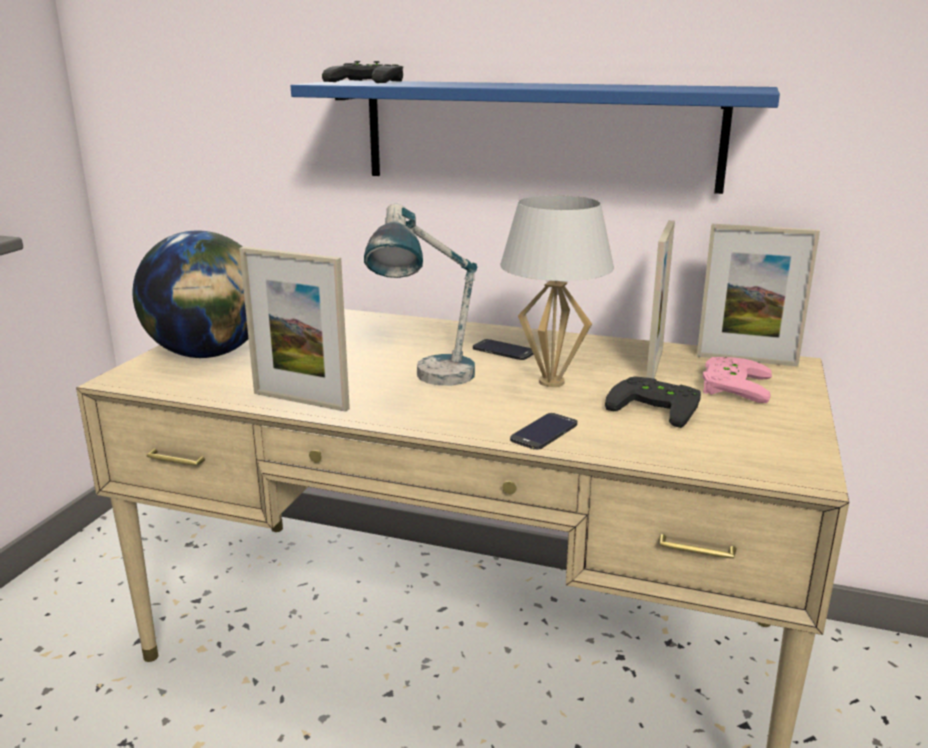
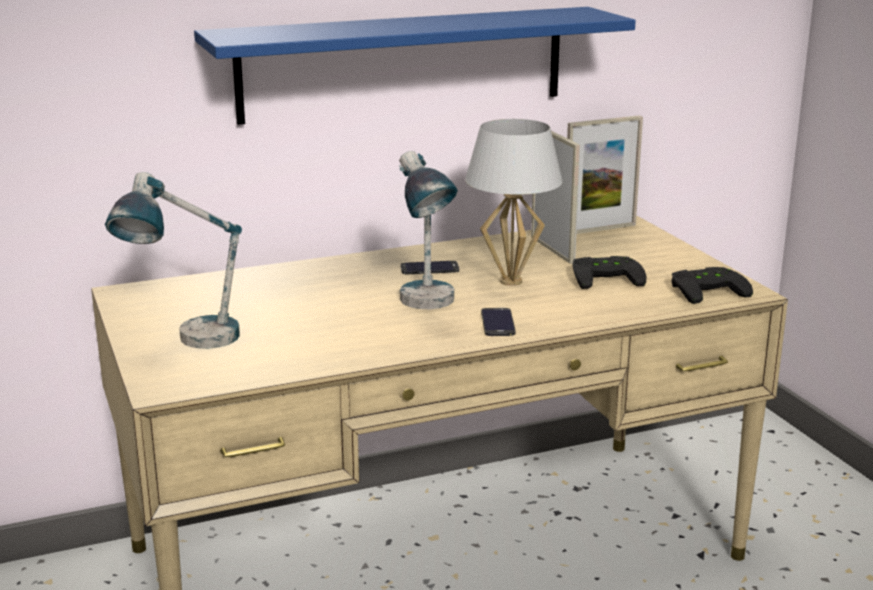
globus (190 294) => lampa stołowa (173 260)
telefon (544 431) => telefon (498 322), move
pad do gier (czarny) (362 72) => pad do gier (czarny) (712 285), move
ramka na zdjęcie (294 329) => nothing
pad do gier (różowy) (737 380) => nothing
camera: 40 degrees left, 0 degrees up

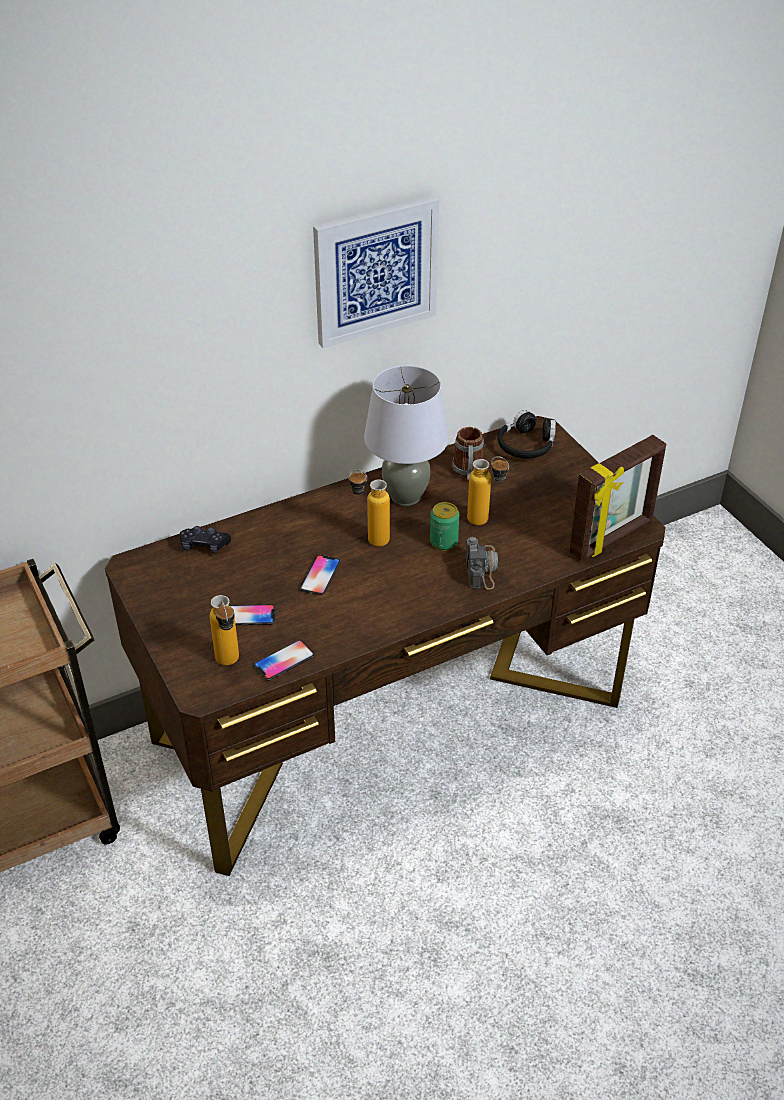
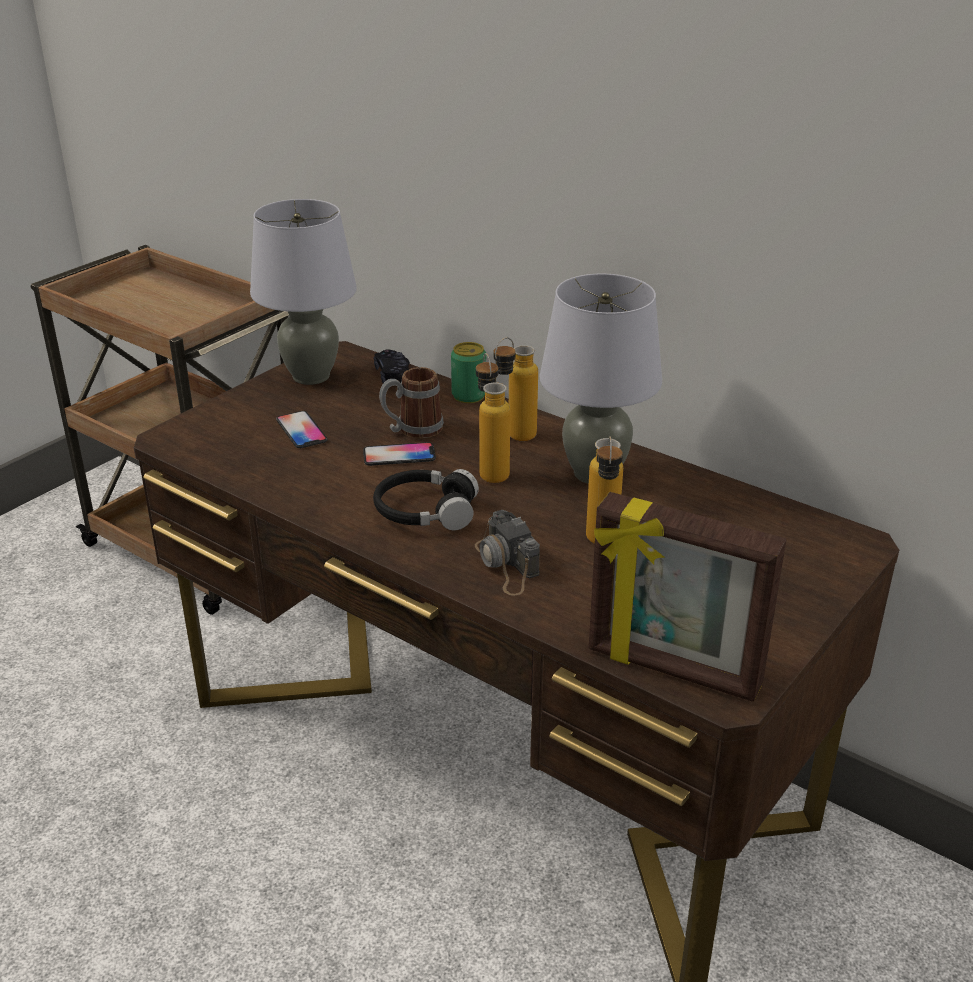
nothing => lampa stołowa (szary) (303 292)
słuchawki (czarny) (527 434) => słuchawki (czarny) (426 499), move
kubek (468 453) => kubek (411 402), move
puszka (444 526) => puszka (468 372), move
aparat fotograficzny (481 563) => aparat fotograficzny (507 553), 90 degrees clockwise
butelka (224 630) => butelka (516 389), move
telefon (284 660) => nothing
obraz (376 272) => nothing
camera: 65 degrees right, 10 degrees down

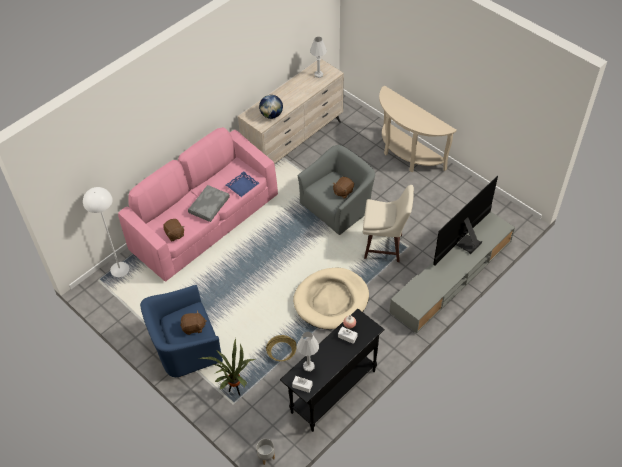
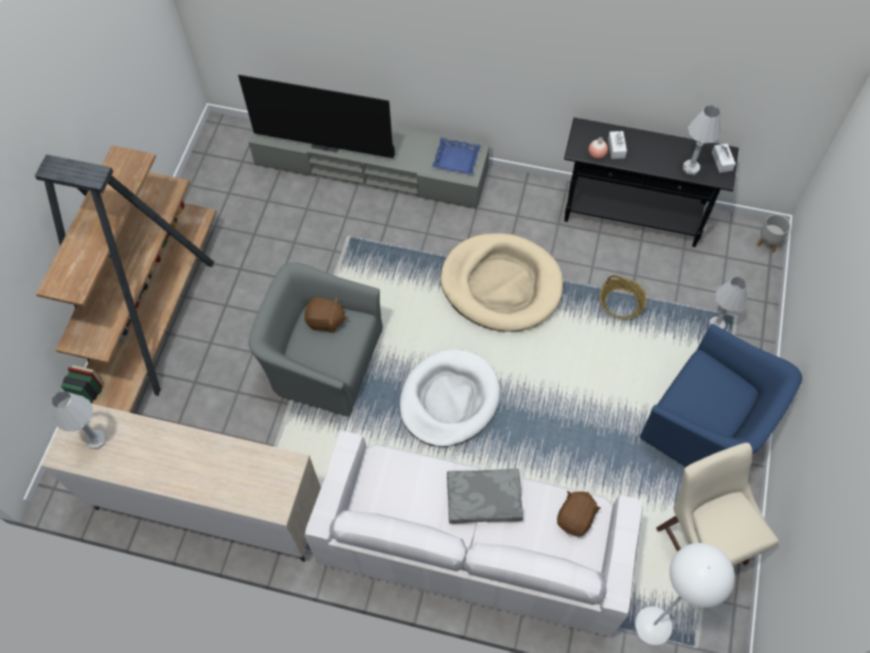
stolik konsolowy (beżowy) (418 128) => regał (brązowy) (126 279)
kanapa (różowy) (198 204) => kanapa (biały) (473 534)
nothing => legowisko (biały) (449 398)
taca (niebieski) (242 184) => taca (niebieski) (456 156), move
stołek (beżowy) (388 223) => stołek (beżowy) (717 504), move
roślina doniczkowa (227 367) => lampa stołowa (biały) (728 303)
pluszak (brązowy) (193 323) => nothing
globus (271 107) => nothing
camera: 120 degrees left, 10 degrees up

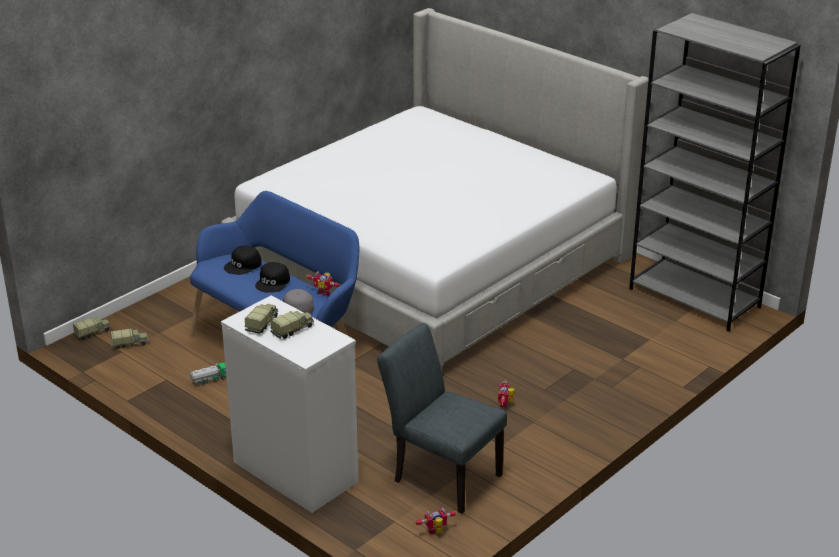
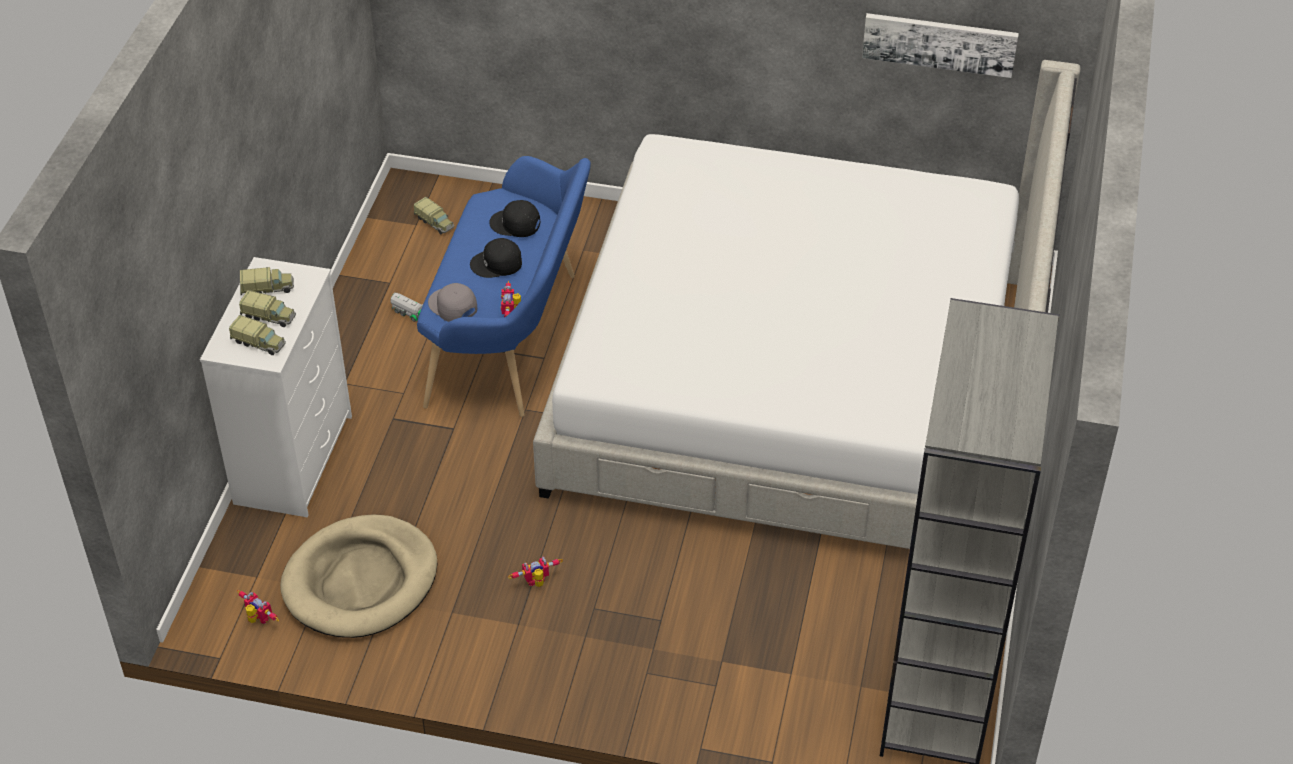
ciężarówka zabawkowa (92 328) => ciężarówka zabawkowa (257 335), move
krzesło (szary) (442 418) => legowisko (beżowy) (358 576)
nothing => obraz (940 45)
camera: 60 degrees right, 15 degrees up

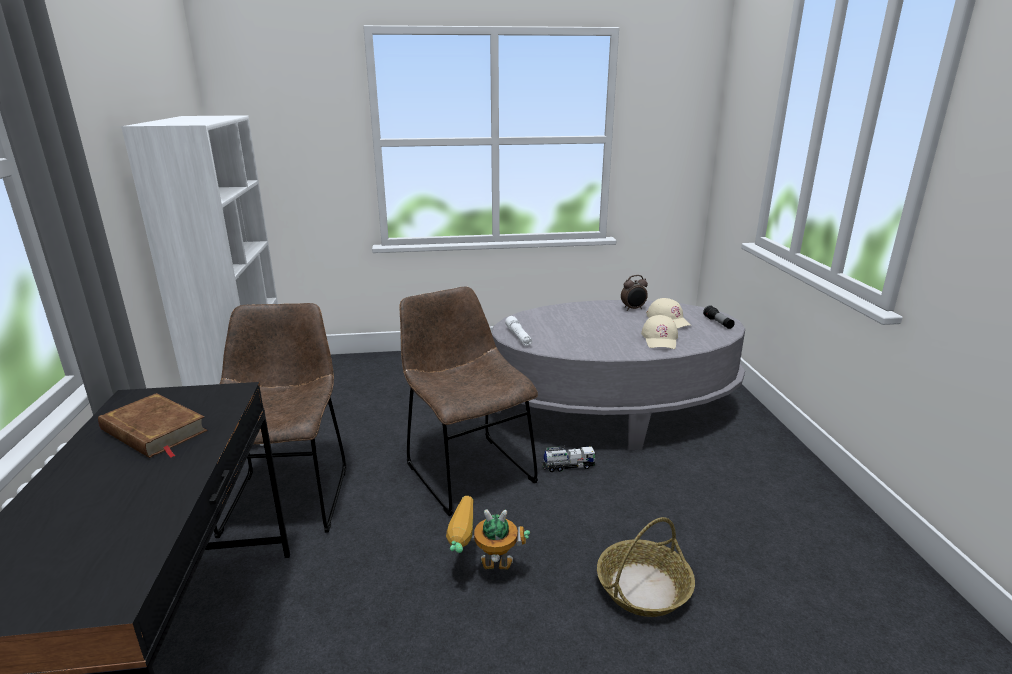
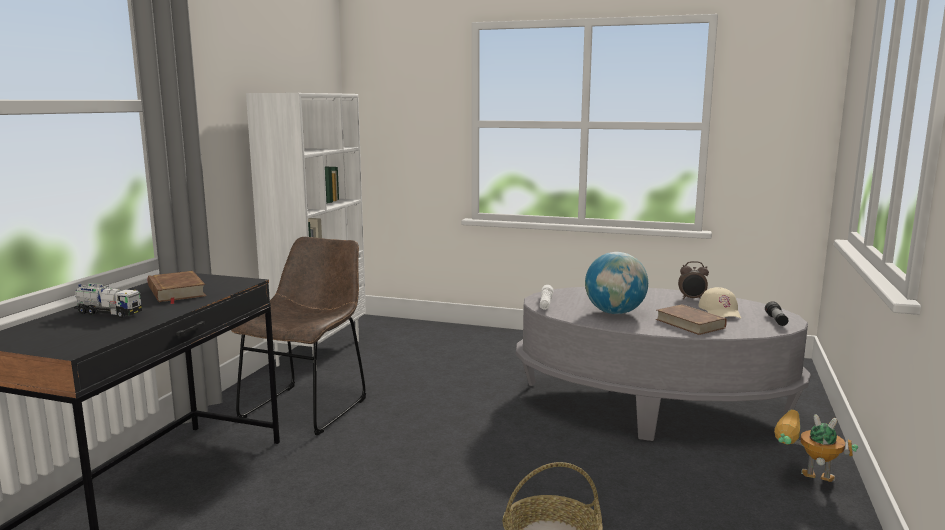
ciężarówka zabawkowa (569 459) => ciężarówka zabawkowa (108 300), move
nothing => globus (616 283)
czapka z daszkiem (beżowy) (659 332) => książka (brązowy) (691 319)
robot zabawkowy (488 533) => robot zabawkowy (816 446), move
krzesło (brązowy) (468 401) => nothing
camera: 25 degrees right, 10 degrees down

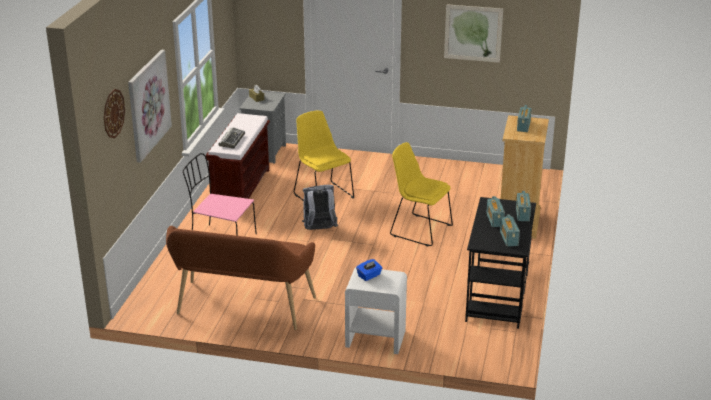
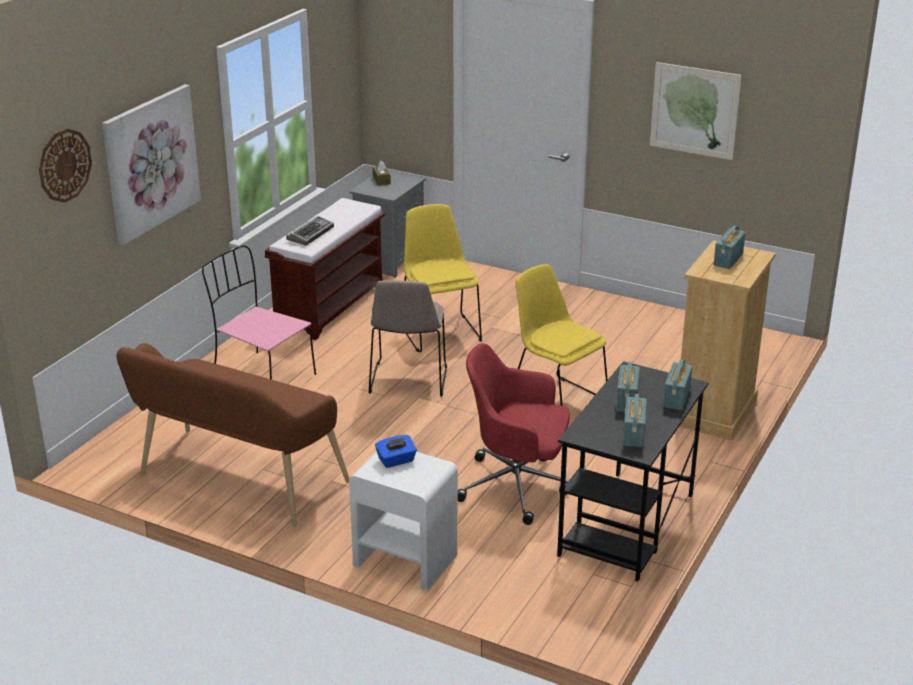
plecak (szary) (320 207) => krzesło (beżowy) (408 339)
nothing => krzesło biurowe (czerwony) (514 434)
camera: 15 degrees right, 0 degrees up

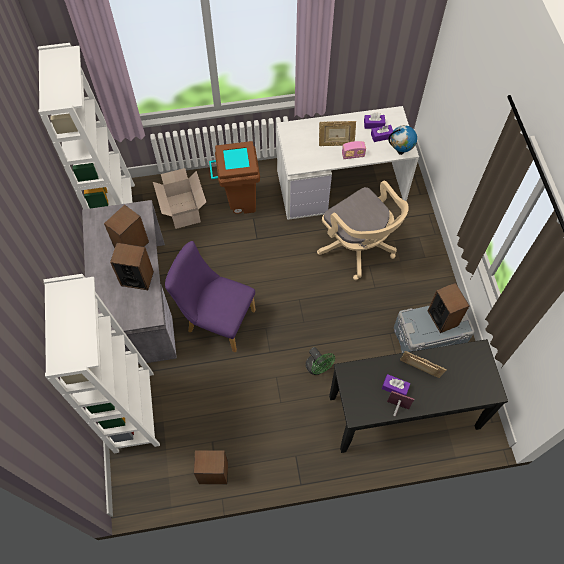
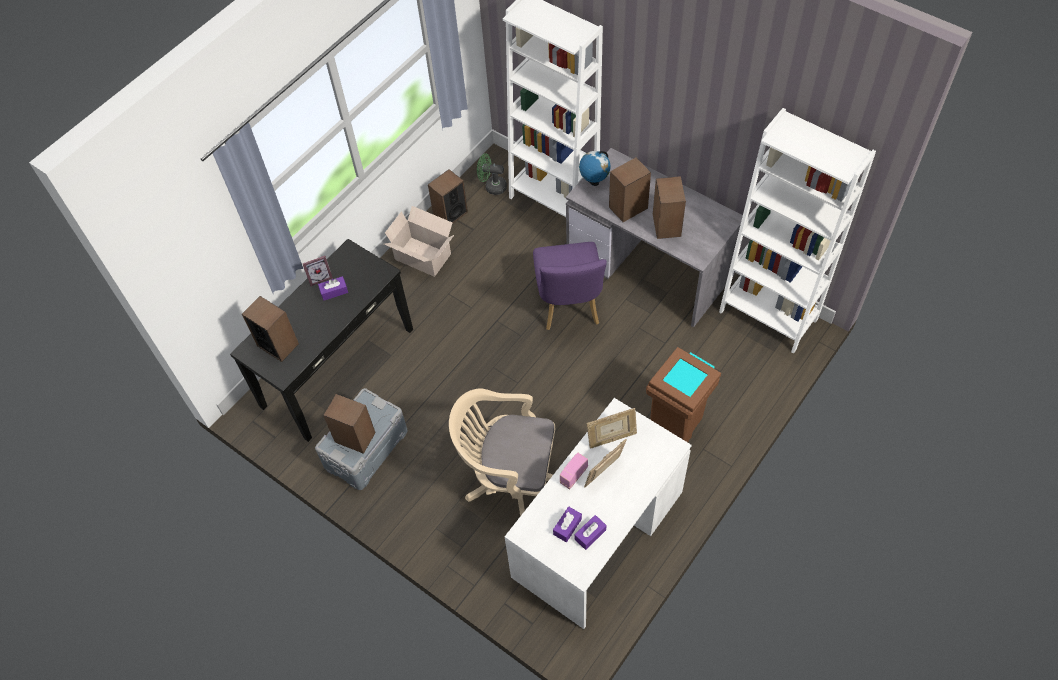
nothing => głośnik (270 329)
karton (179 198) => karton (419 241), move
wentylator (zielony) (320 361) => wentylator (zielony) (492 174), move
krzesło (fioletowy) (210 297) => krzesło (fioletowy) (570 286), 105 degrees clockwise
globus (402 140) => globus (595 168), move
ramka na zdjęcie (423 364) => ramka na zdjęcie (612 428), move
camera: 140 degrees right, 5 degrees down

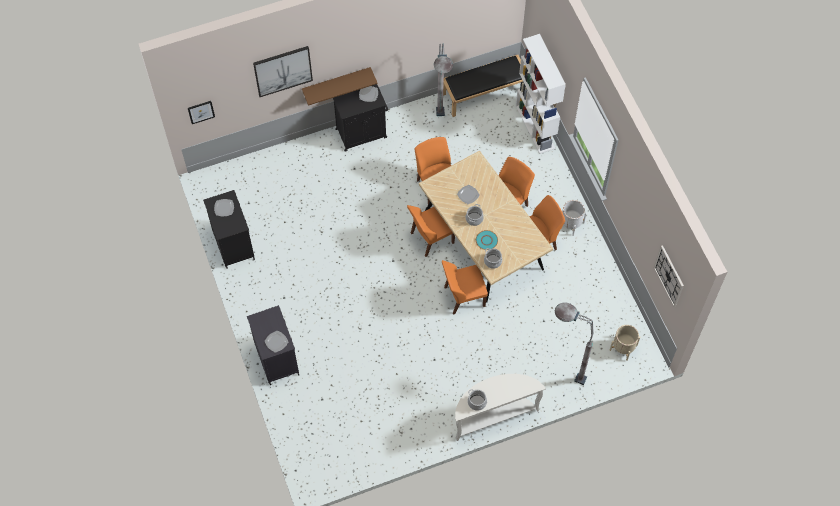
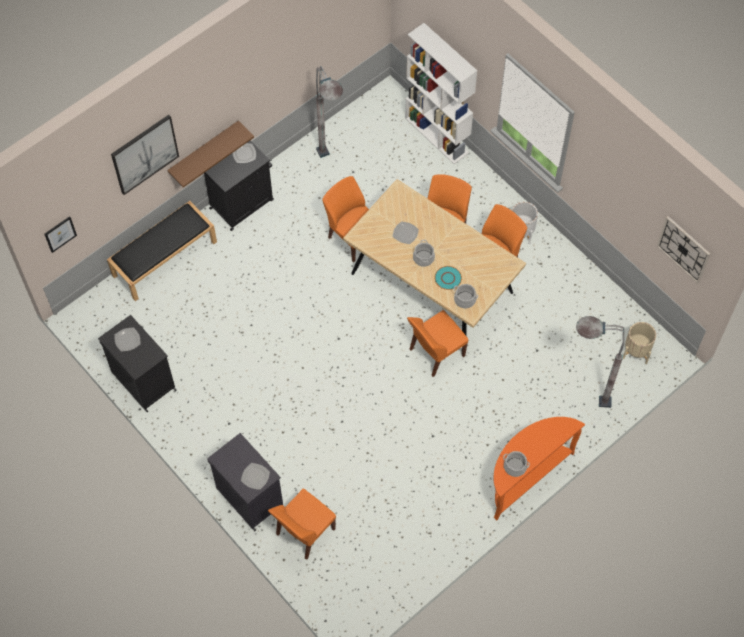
ławka (czarny) (483 86) => ławka (czarny) (162 251), move
krzesło (pomarańczowy) (431 231) => krzesło (pomarańczowy) (302 524), move
stolik konsolowy (biały) (500 407) => stolik konsolowy (pomarańczowy) (539 468)
camera: 20 degrees left, 0 degrees up

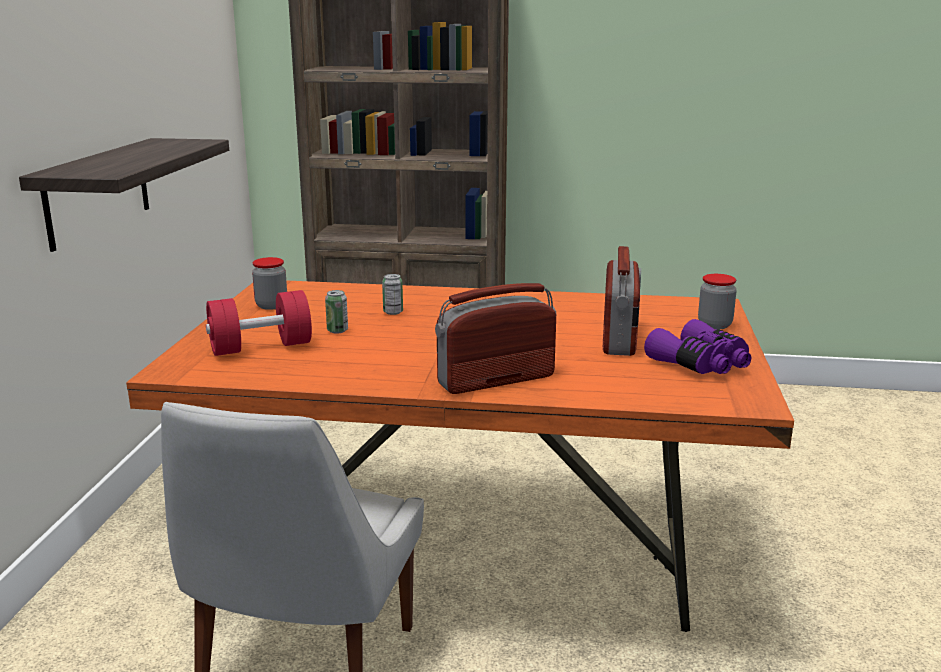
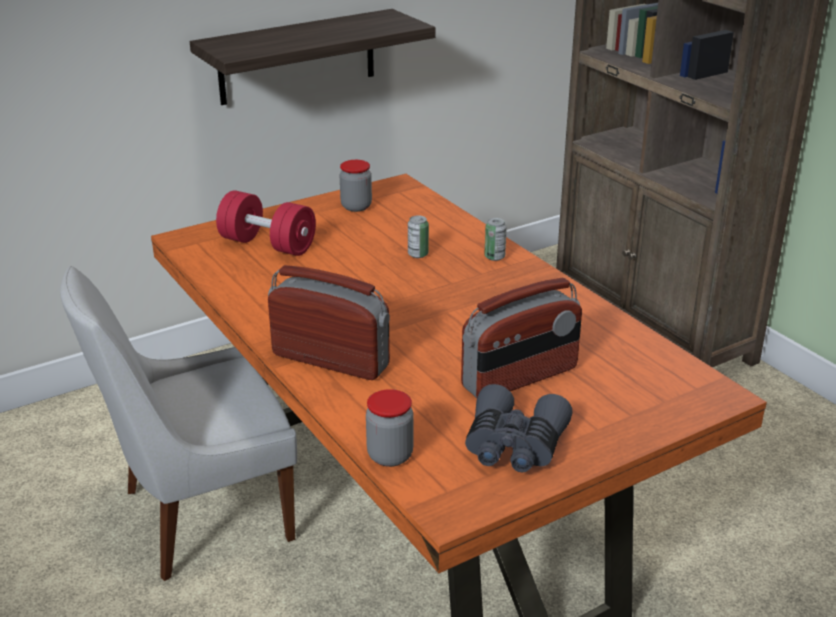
słoik (717 301) => słoik (390 428), move
lornetka (fioletowy) (697 346) => lornetka (szary) (519 428)
puszka (336 311) => puszka (495 239), move
camera: 50 degrees right, 10 degrees up

